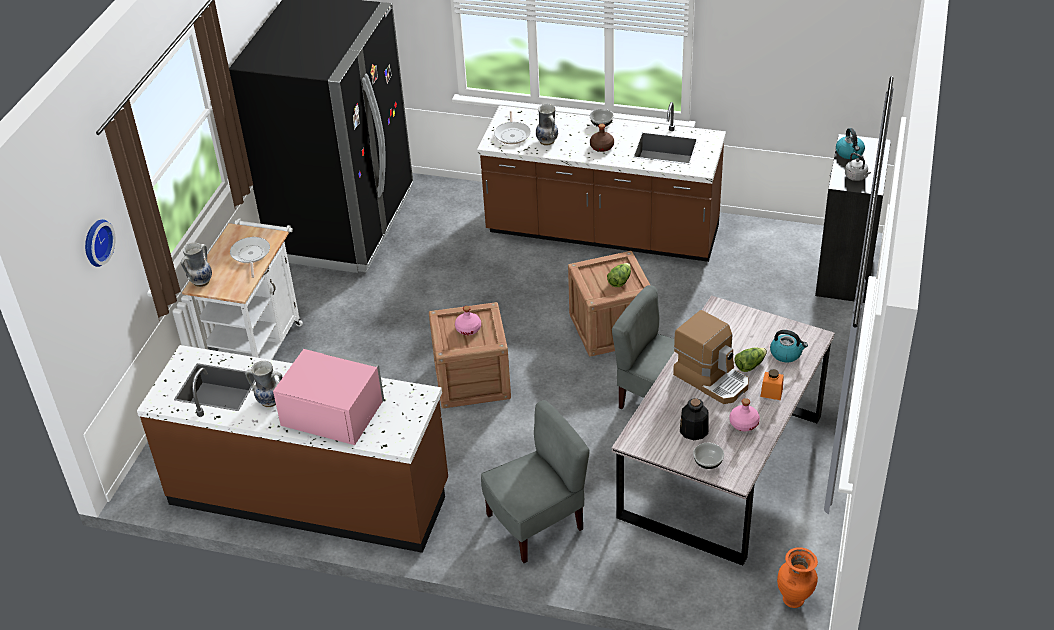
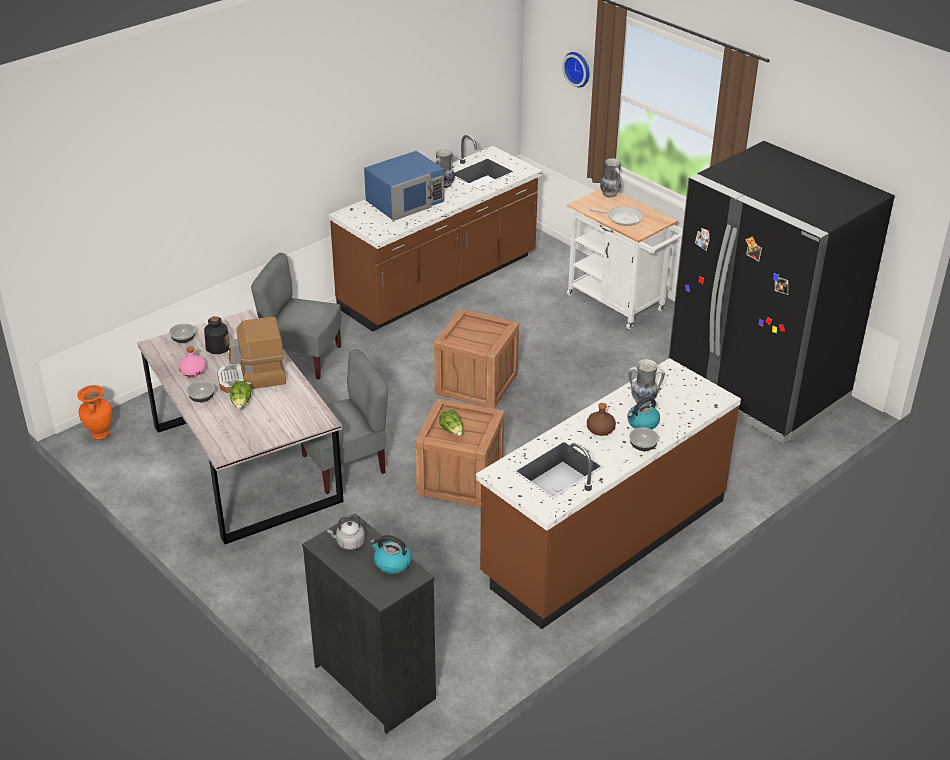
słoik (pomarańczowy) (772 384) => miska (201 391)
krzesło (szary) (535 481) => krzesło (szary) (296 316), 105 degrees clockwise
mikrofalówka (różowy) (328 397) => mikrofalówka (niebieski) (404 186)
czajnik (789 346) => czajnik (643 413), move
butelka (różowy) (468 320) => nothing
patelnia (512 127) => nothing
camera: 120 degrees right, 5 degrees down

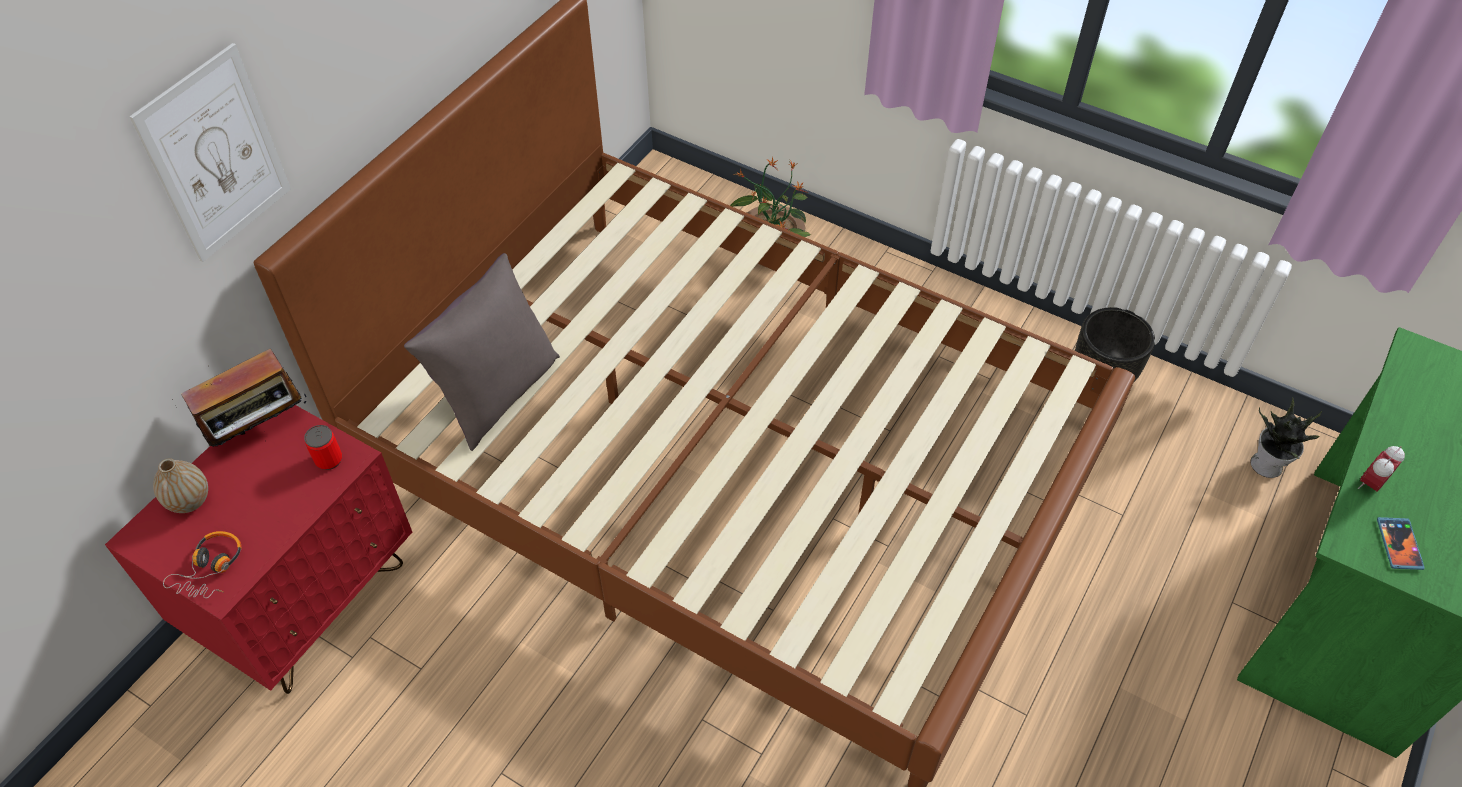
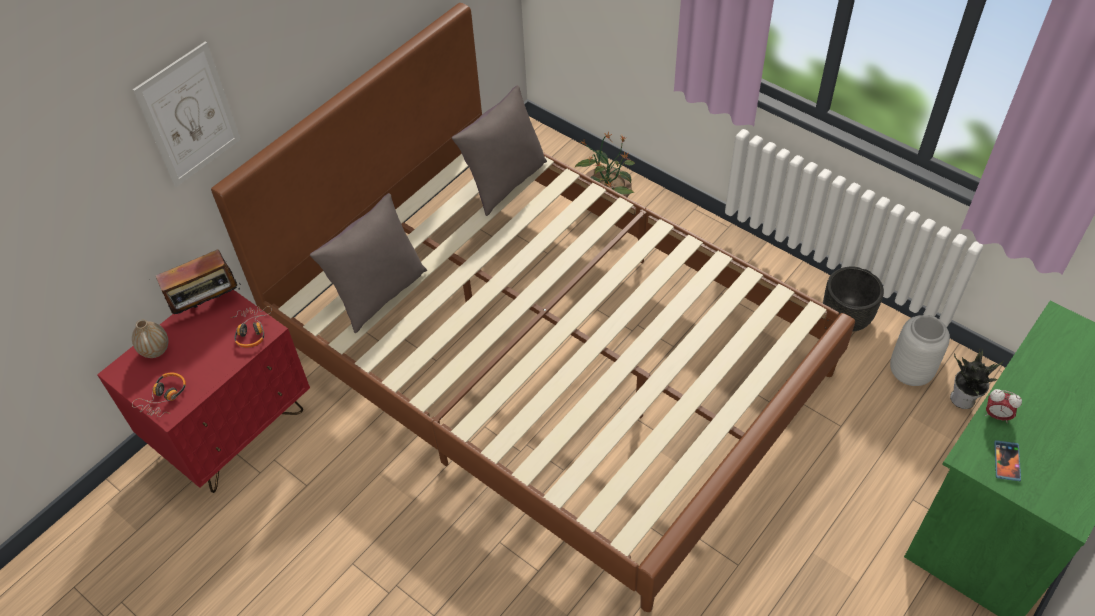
puszka (323 447) => słuchawki (251 327)
nothing => poduszka (szary) (499 150)
nothing => wazon (szary) (920 350)
budzik (1381 469) => budzik (1003 406), 120 degrees counterclockwise
camera: 10 degrees right, 0 degrees up

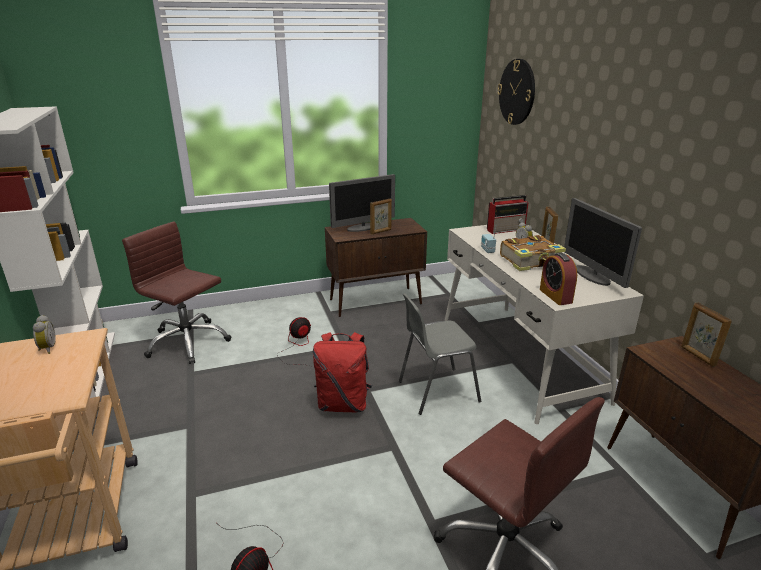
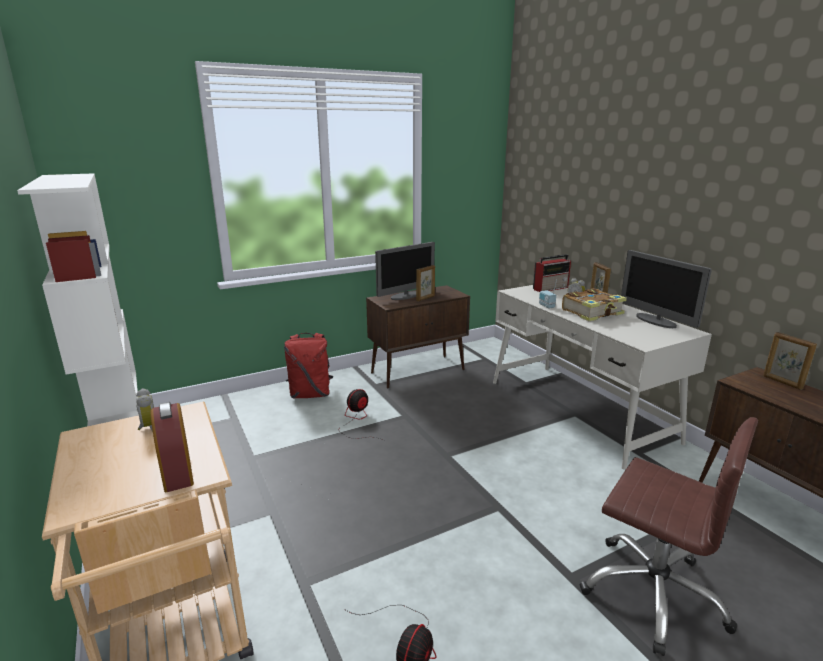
budzik (558 279) => budzik (172 447), move
plecak (czerwony) (342 372) => plecak (czerwony) (308 365), move
krzesło biurowe (brązowy) (176 292) => nothing
krzesło (szary) (440 354) => nothing
zegar ścienny (516 92) => nothing
camera: 10 degrees left, 5 degrees down

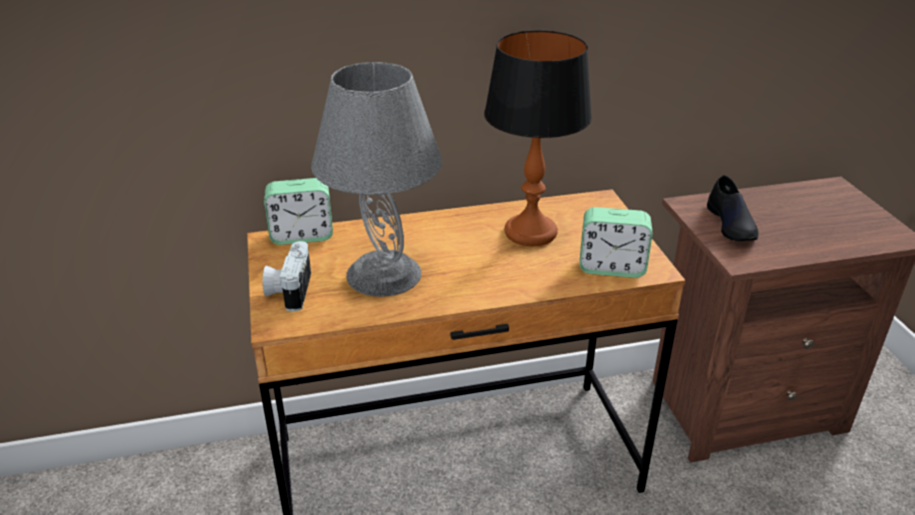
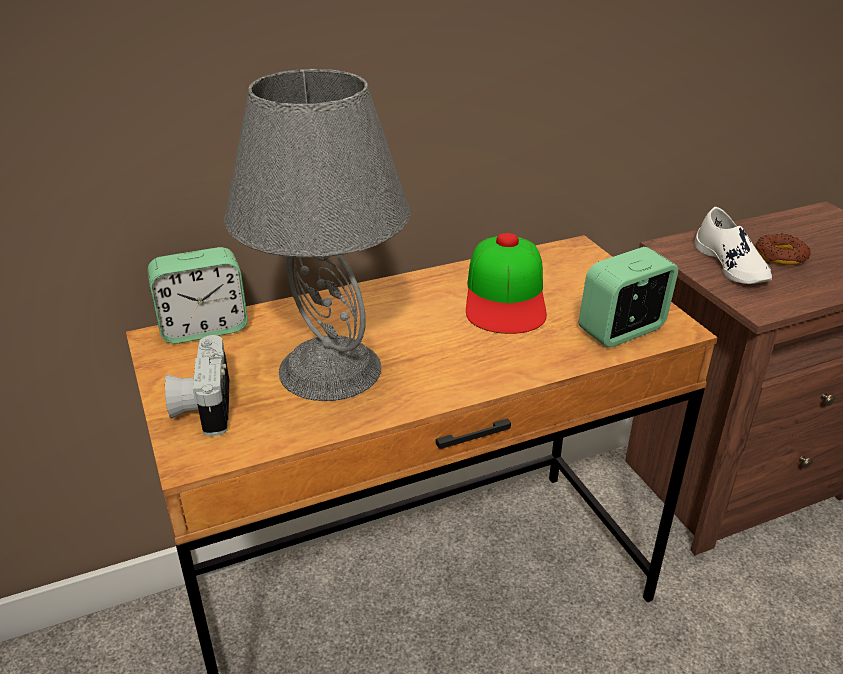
lampa stołowa (538 138) => czapka z daszkiem (506 283)
budzik (616 242) => budzik (628 297), 150 degrees clockwise
but (czarny) (733 208) => but (biały) (733 245)
nothing => donut (783 249)
camera: 10 degrees left, 0 degrees up

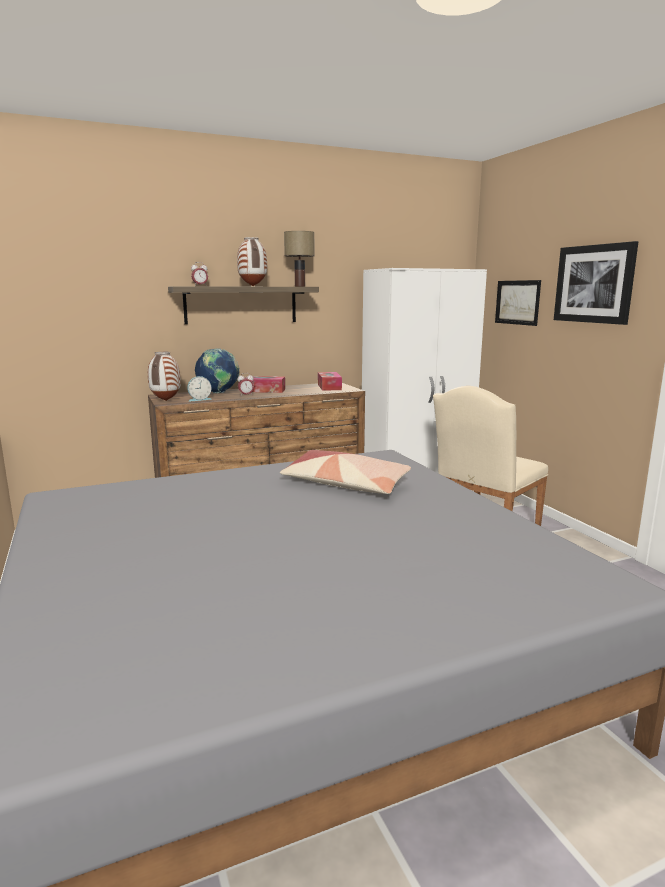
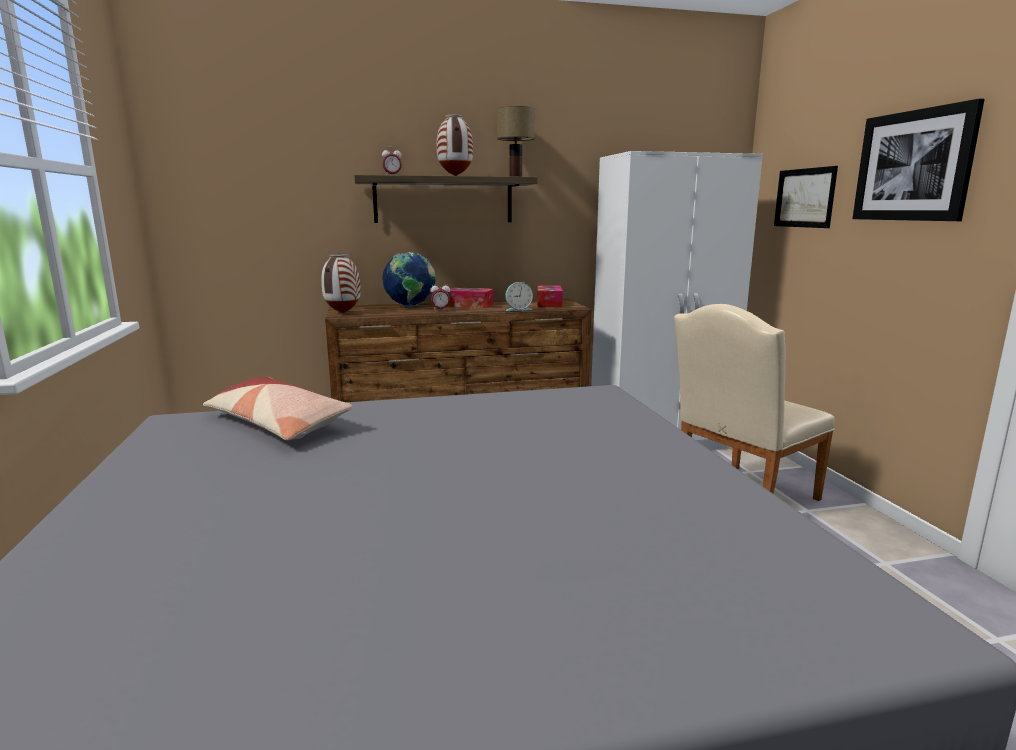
poduszka (345 472) => poduszka (277 408), move
budzik (199 388) => budzik (519 296), move
camera: 10 degrees right, 0 degrees up

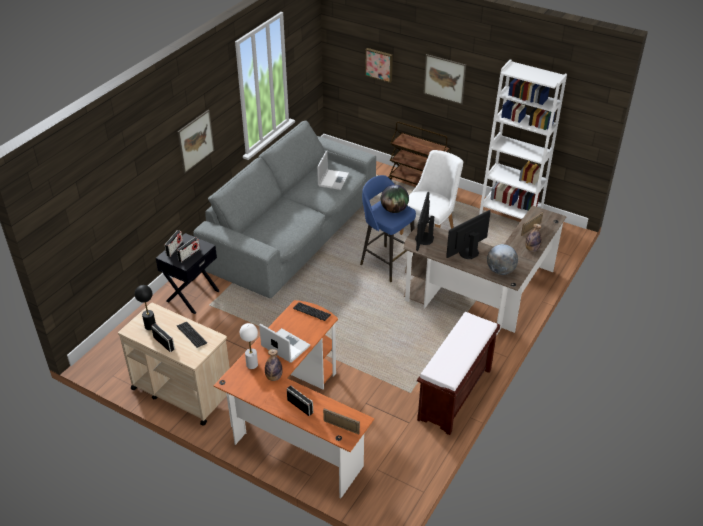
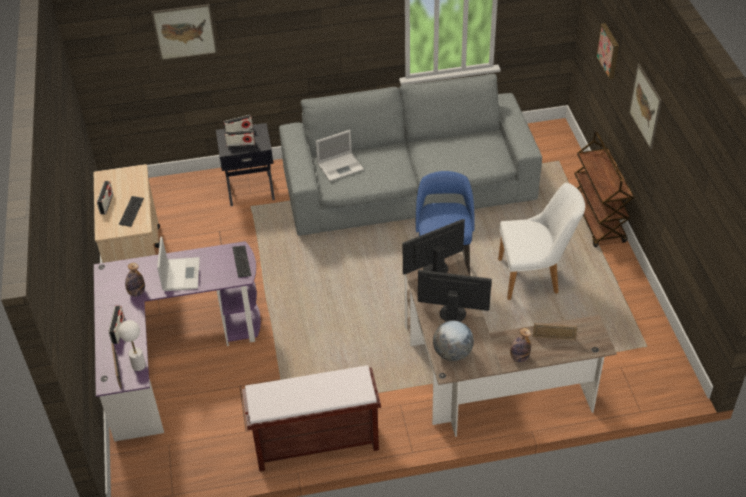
biurko (pomarańczowy) (293 399) => biurko (fioletowy) (177 341)
lampa stołowa (biały) (249 346) => lampa stołowa (biały) (132 345), move
obraz (196 141) => obraz (184 32), move
laptop (333 170) => laptop (340 155), move
lampa stołowa (czarny) (145 307) => nothing
globus (395 199) => nothing
regał (biały) (523 139) => nothing
camera: 50 degrees right, 5 degrees up

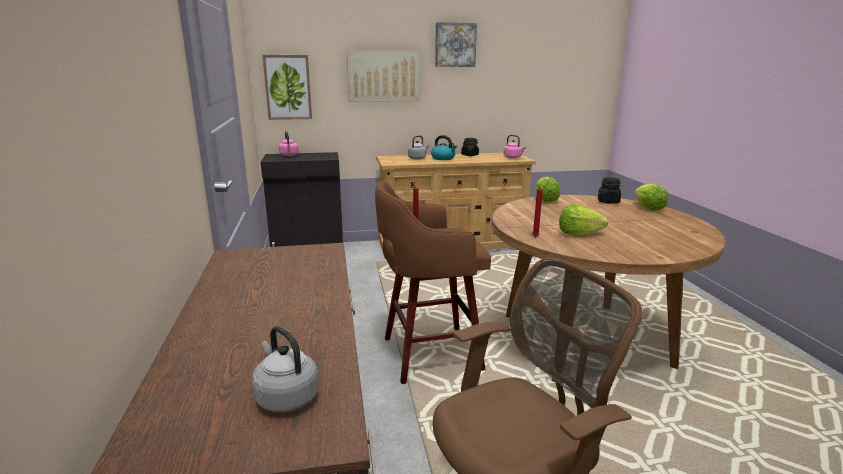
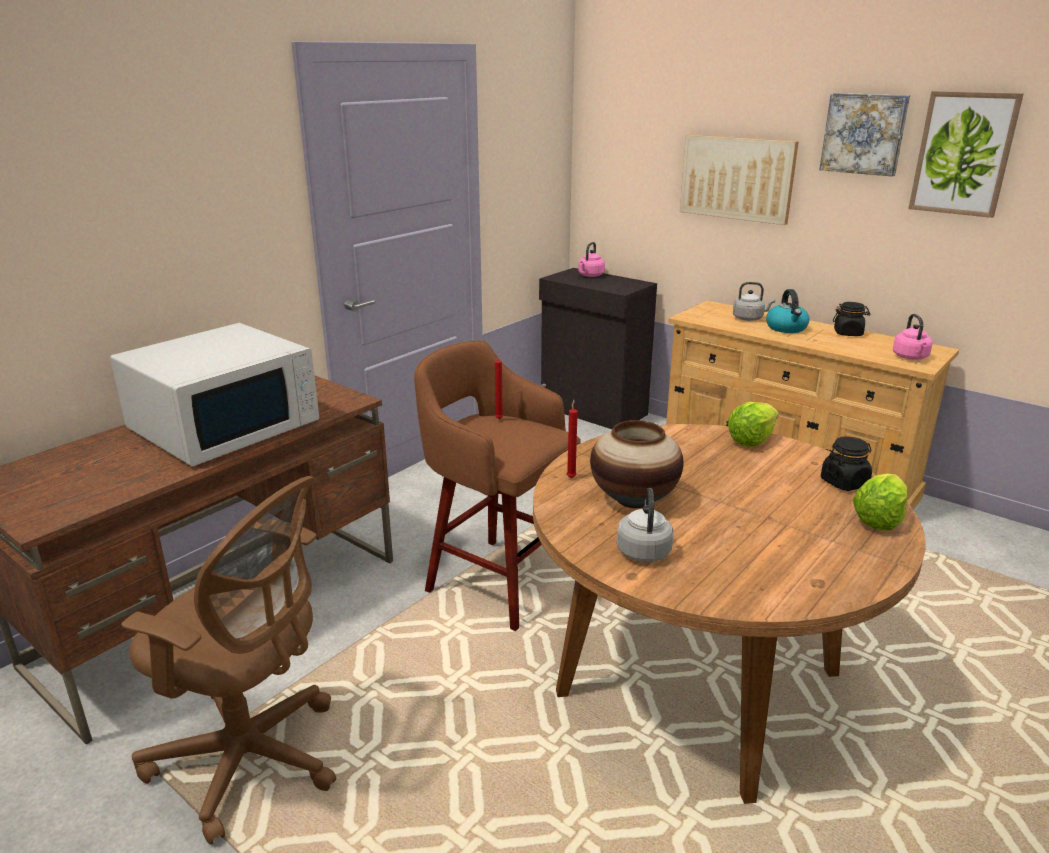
nothing => mikrofalówka (biały) (214 394)
sałata (583 220) => wazon (636 464)
czajnik (szary) (285 369) => czajnik (szary) (645 525), move
obraz (287 87) => obraz (966 154), move
camera: 50 degrees right, 5 degrees up

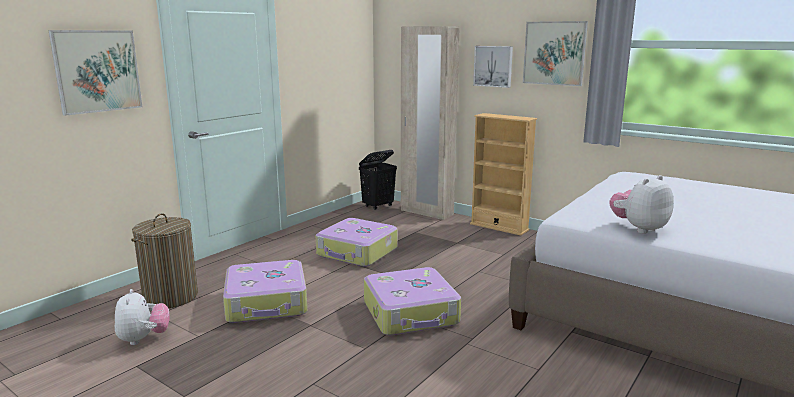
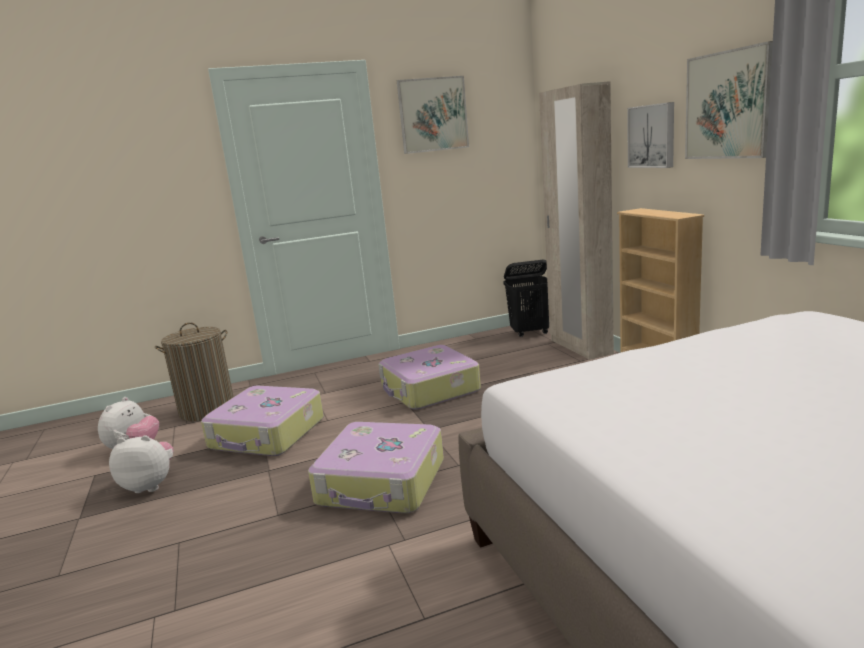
pluszak (641 204) => pluszak (141 464), move
obraz (95 73) => obraz (433 115), move
camera: 35 degrees right, 0 degrees up

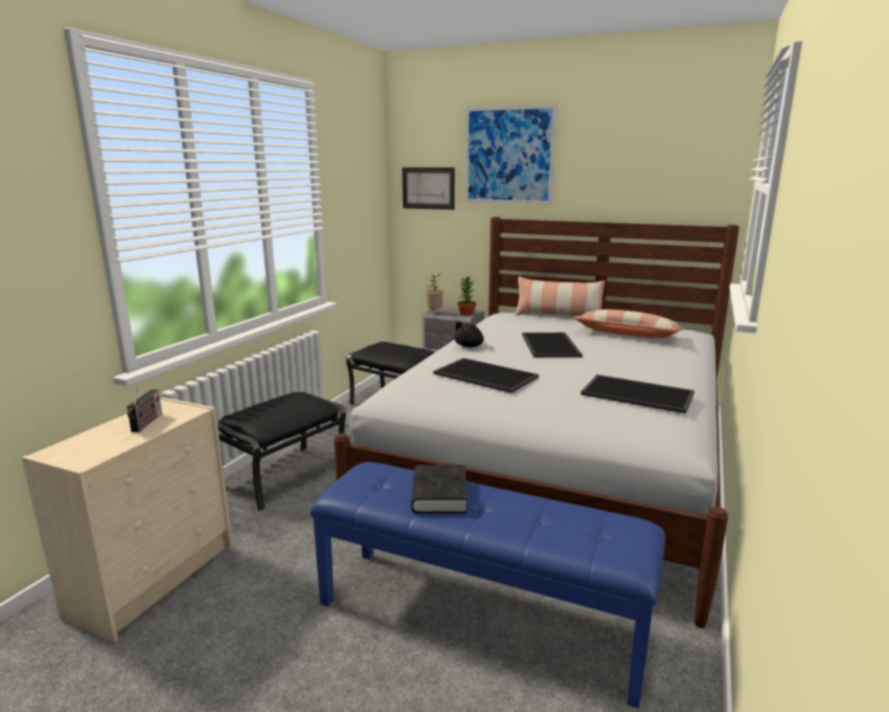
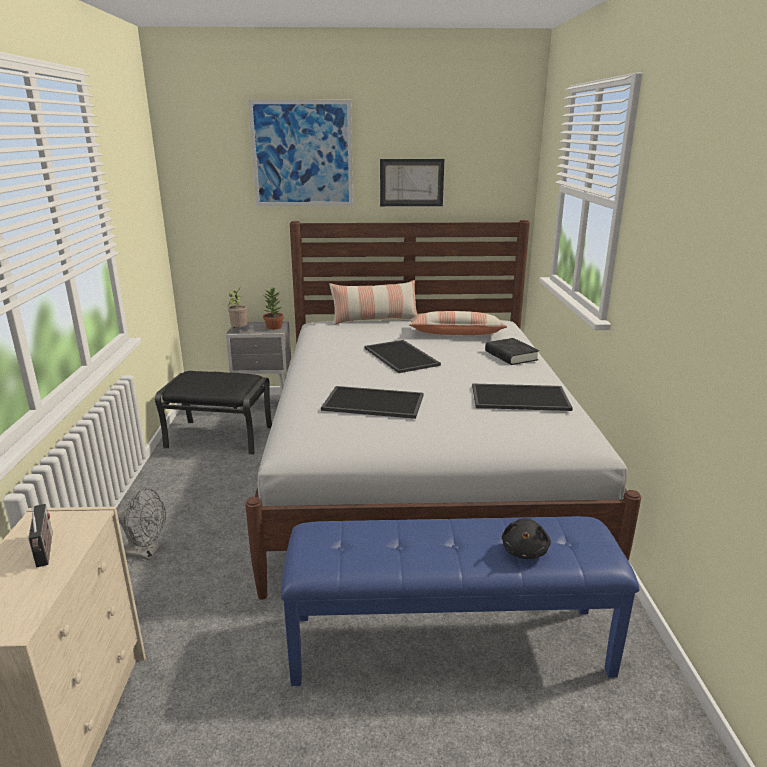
pufa (czarny) (281 451) => wentylator (szary) (141 524)
obraz (428 188) => obraz (412 182), move
książka (czarny) (439 489) => książka (czarny) (512 351), move
pluszak (czarny) (469 334) => pluszak (czarny) (526 538), move
camera: 25 degrees left, 5 degrees up

